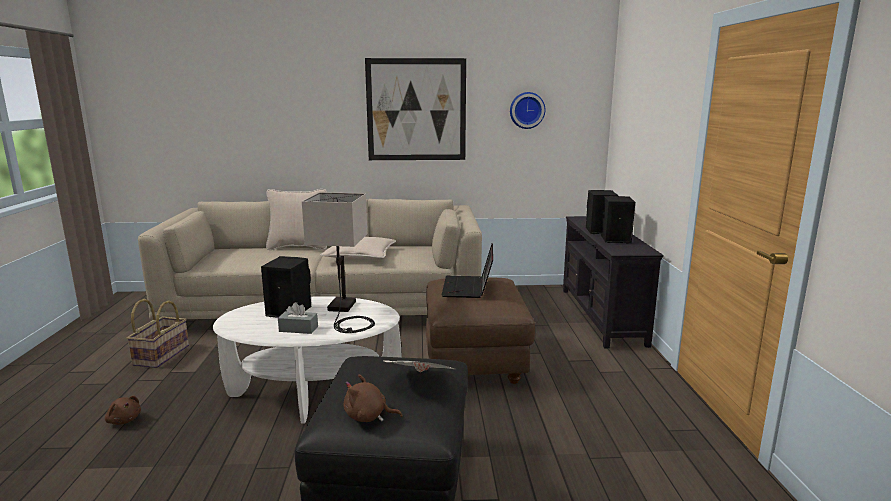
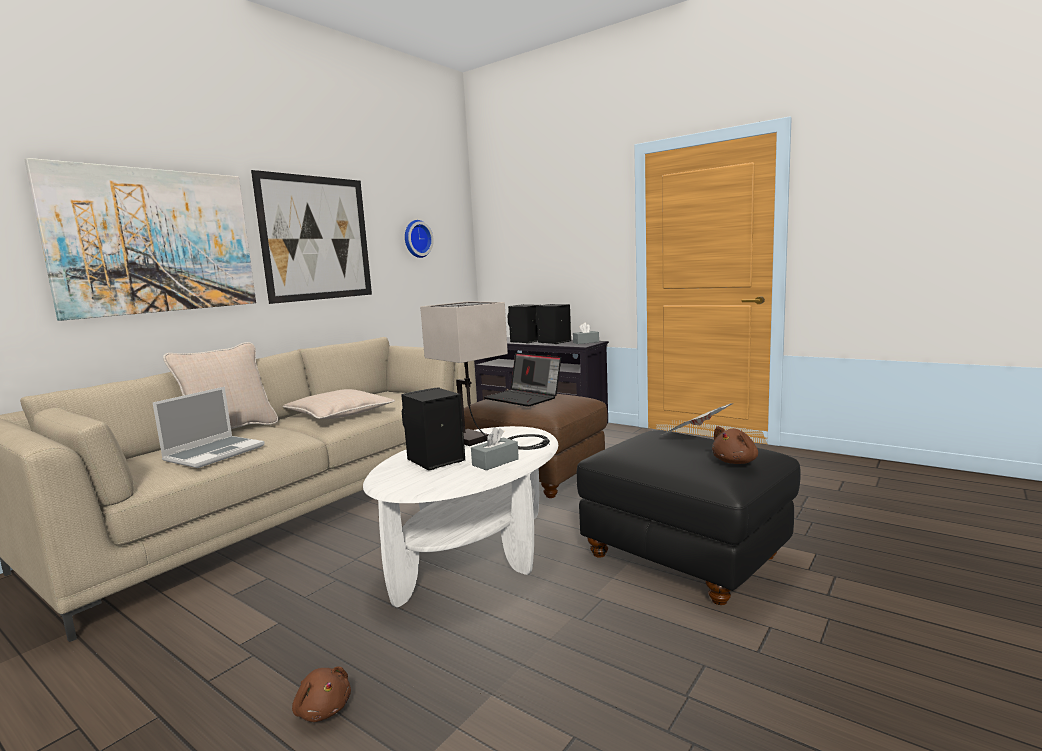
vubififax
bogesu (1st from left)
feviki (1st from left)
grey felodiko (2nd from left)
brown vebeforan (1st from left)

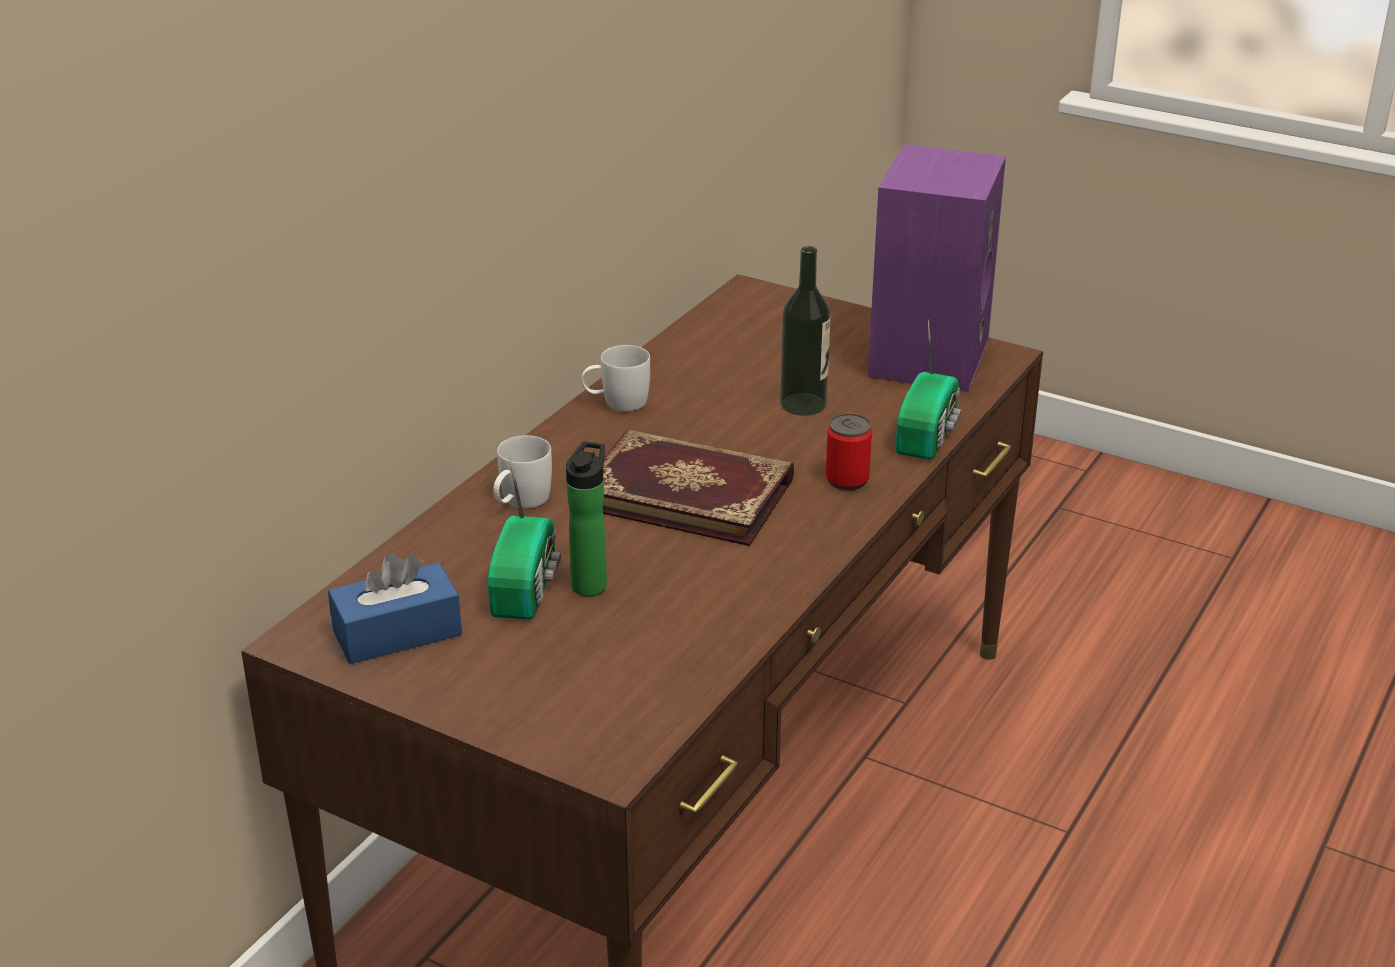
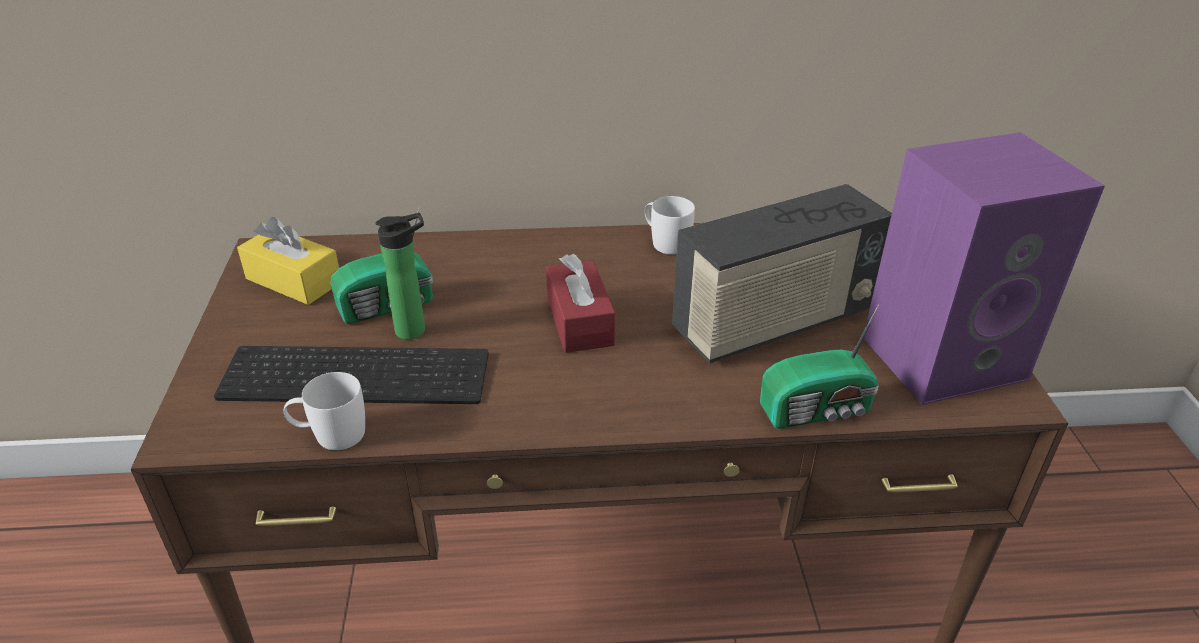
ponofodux
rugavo
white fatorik (1st from left)
red felodiko
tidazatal (2nd from left)
yellow felodiko

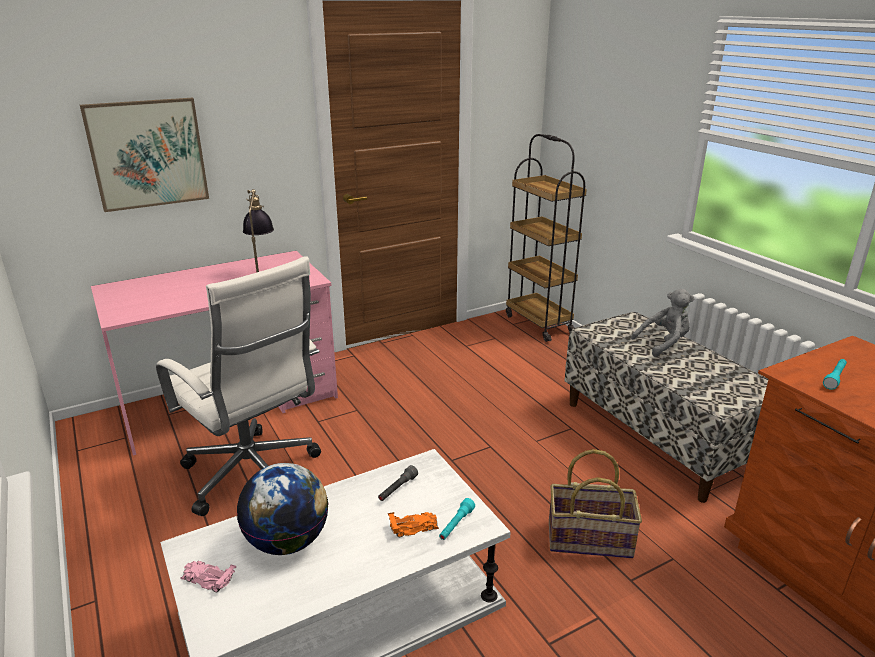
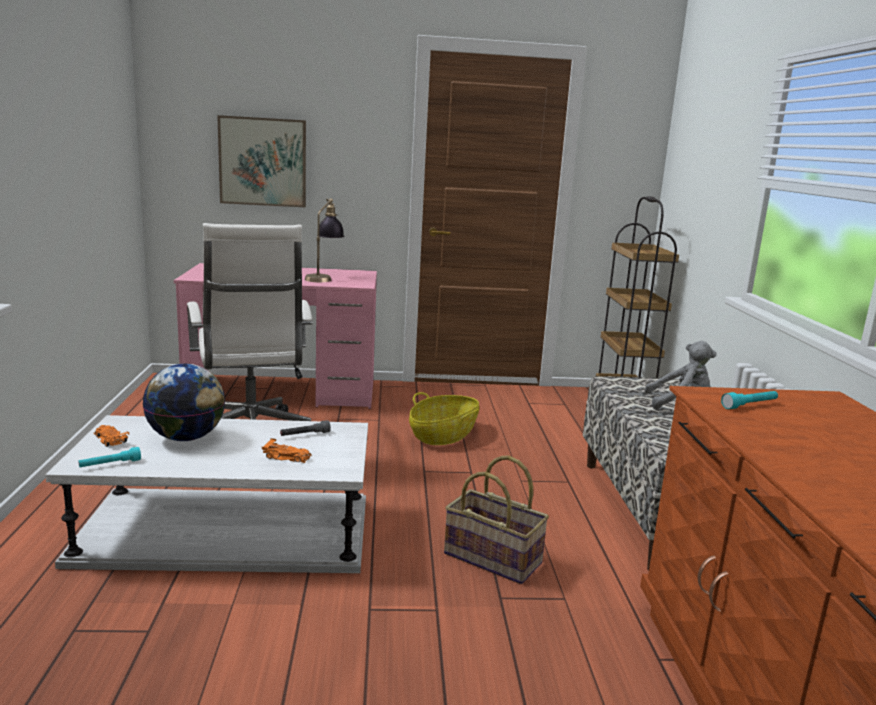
vubififax (1st from left)
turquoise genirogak (1st from left)
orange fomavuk (1st from left)

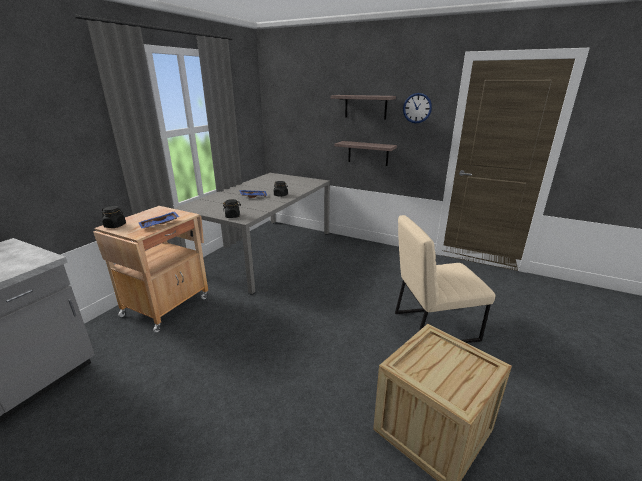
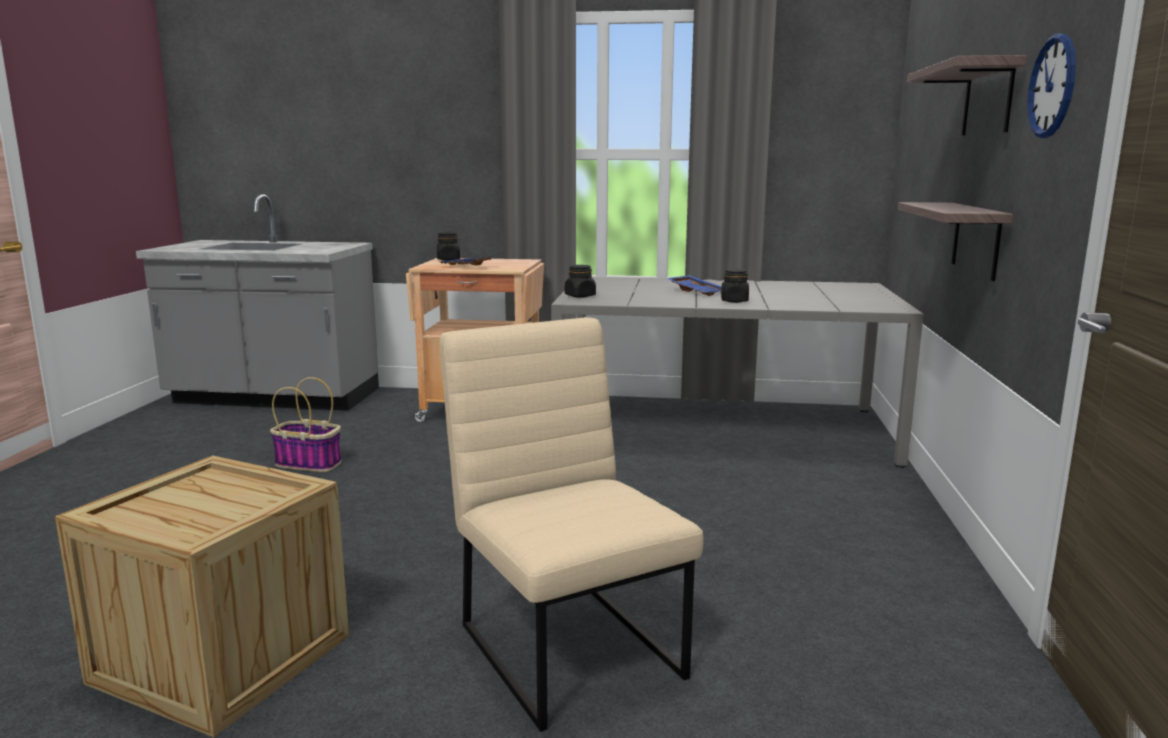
vubififax

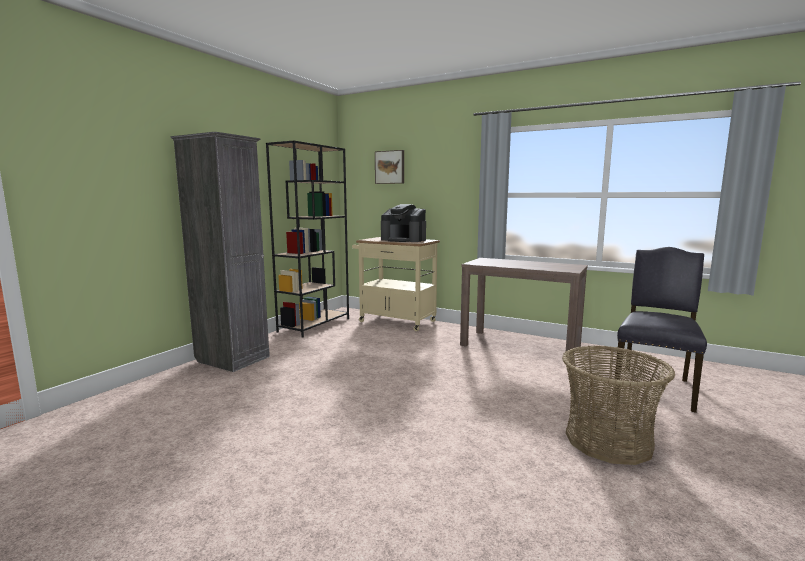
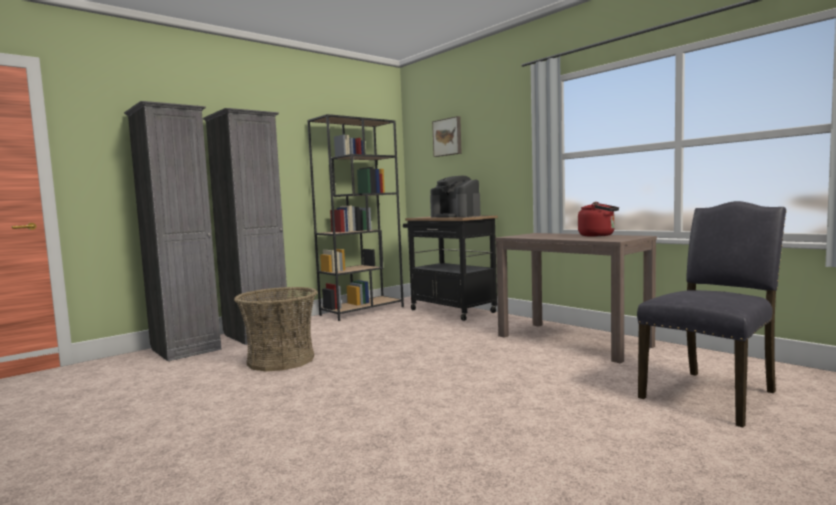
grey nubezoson (1st from left)
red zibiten
vubififax
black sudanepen

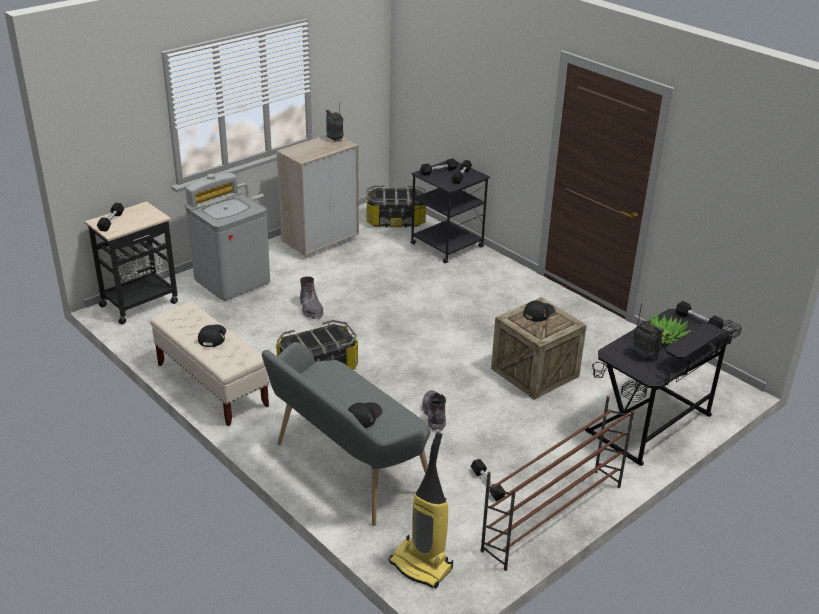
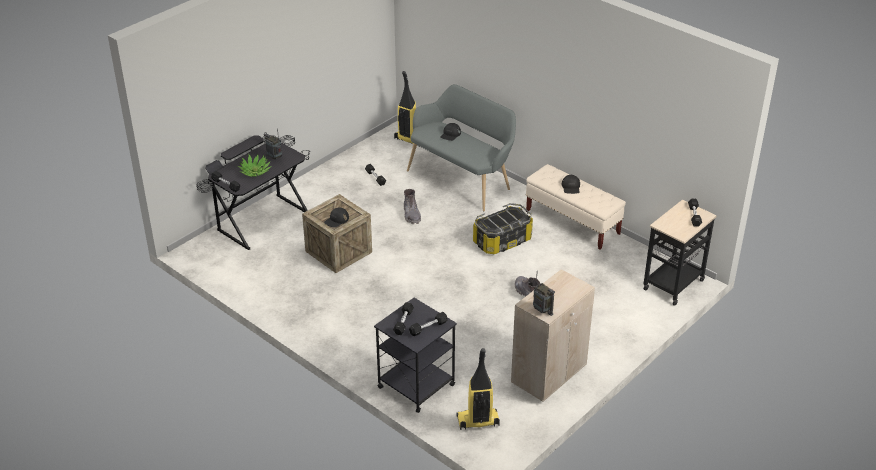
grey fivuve
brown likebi
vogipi (2nd from left)

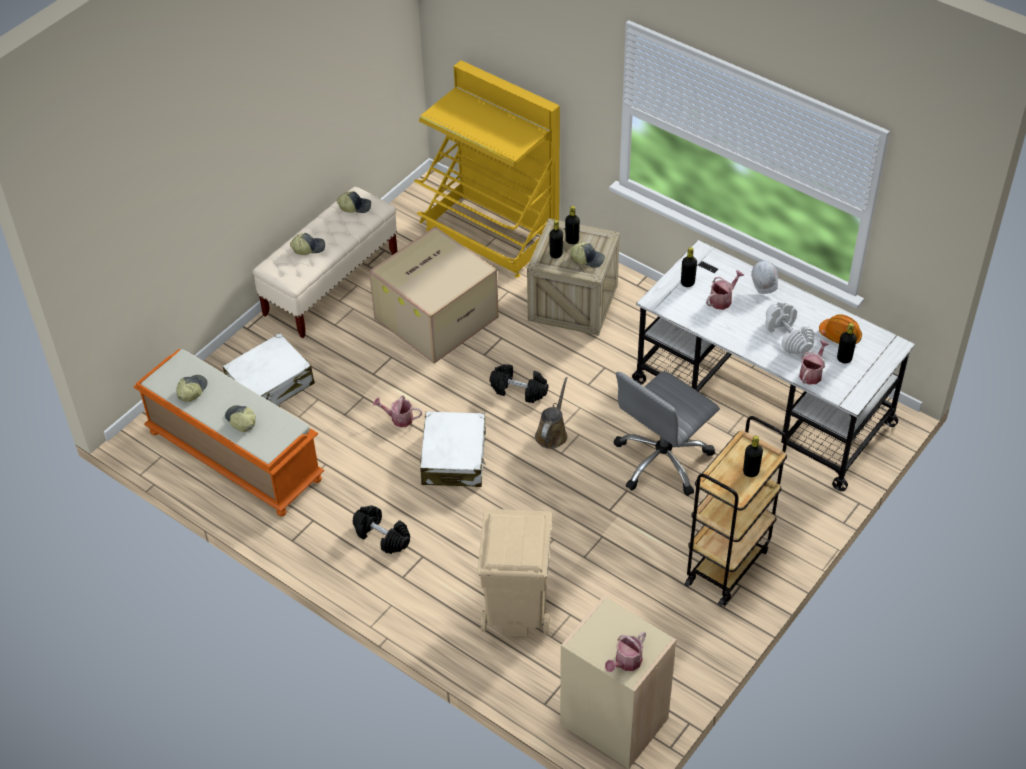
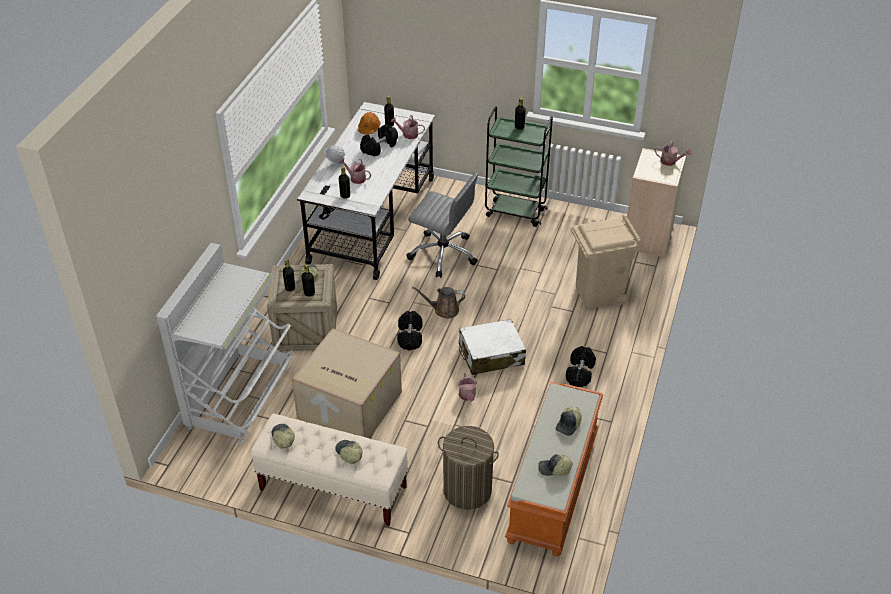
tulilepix
white likebi
green sudanepen
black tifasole (1st from left)

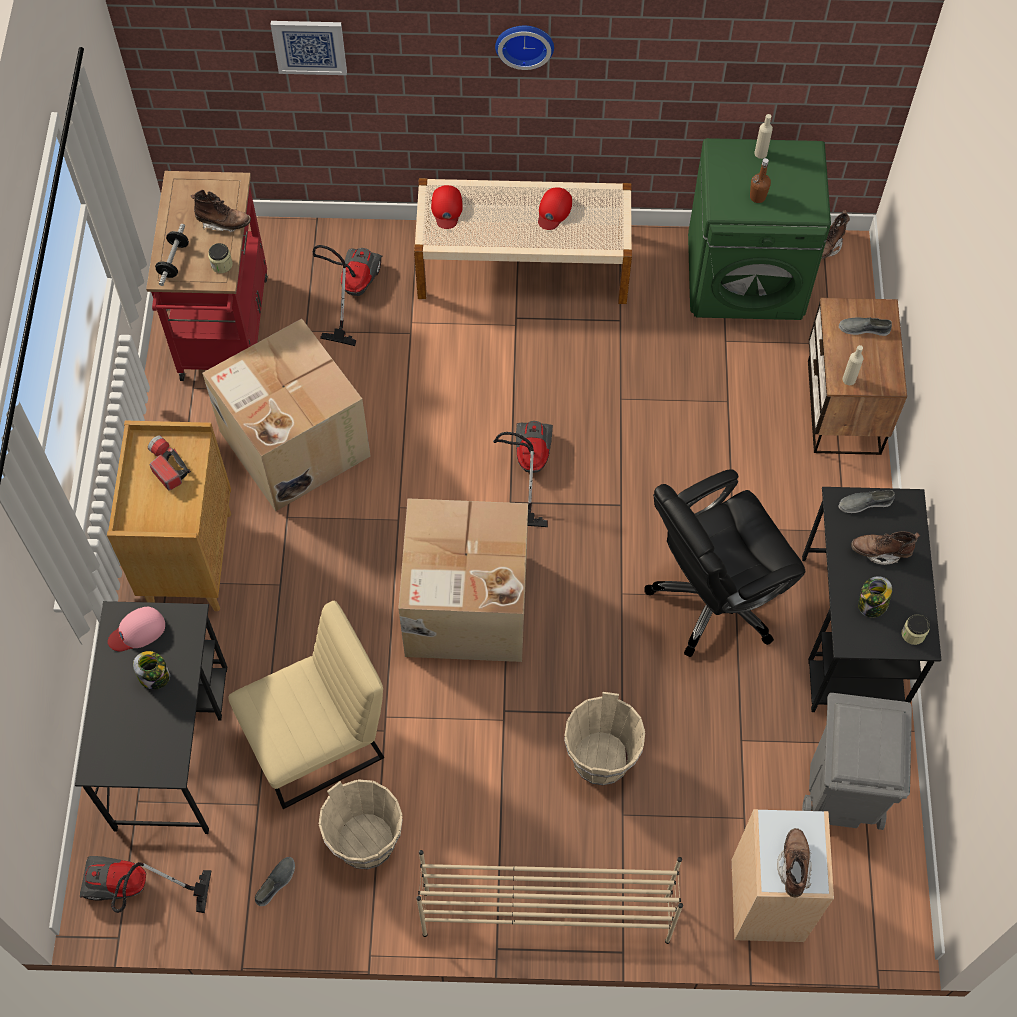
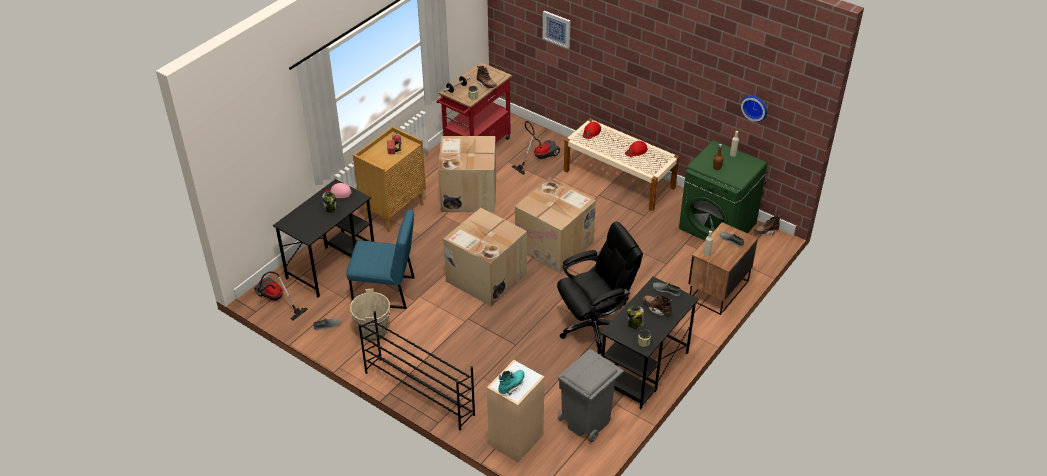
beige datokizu (2nd from left in the first image)
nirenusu
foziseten (3rd from left)
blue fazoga
black likebi
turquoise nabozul
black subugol

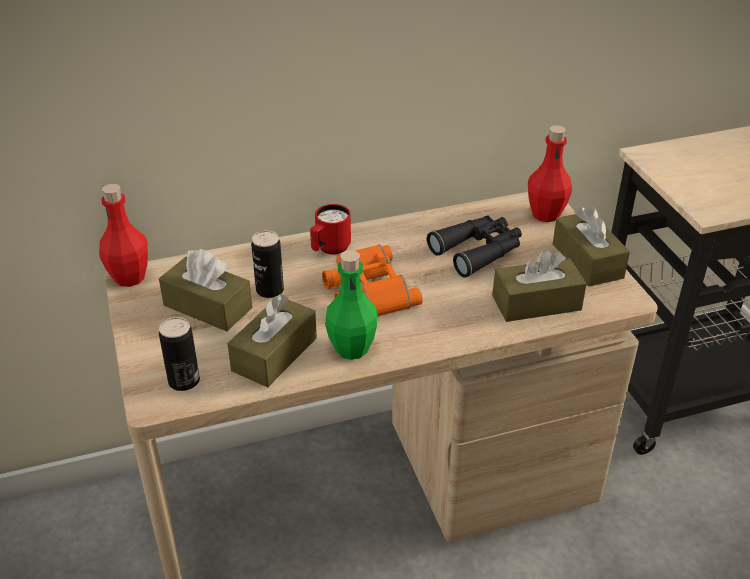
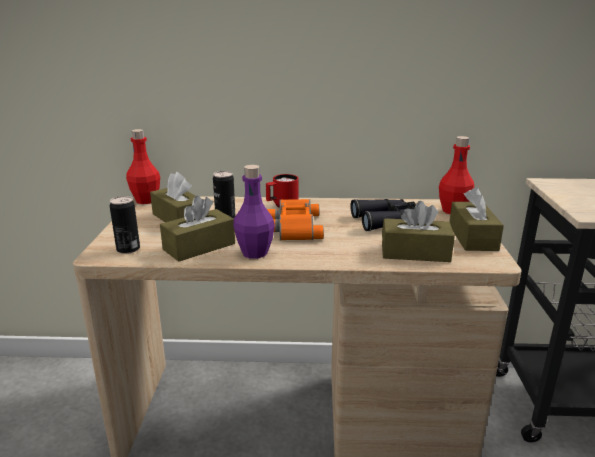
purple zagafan

